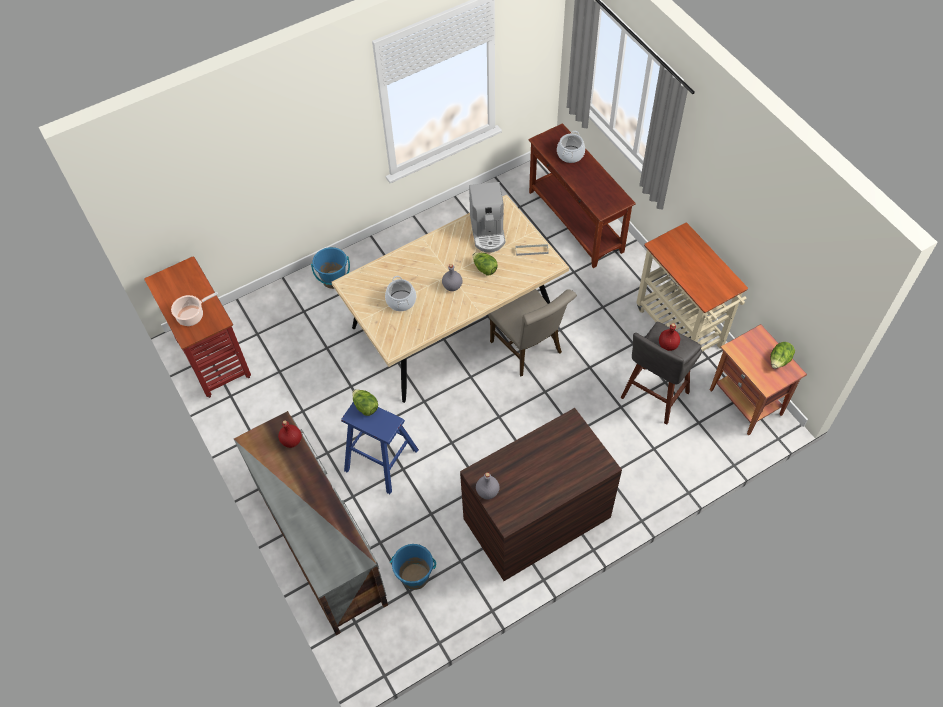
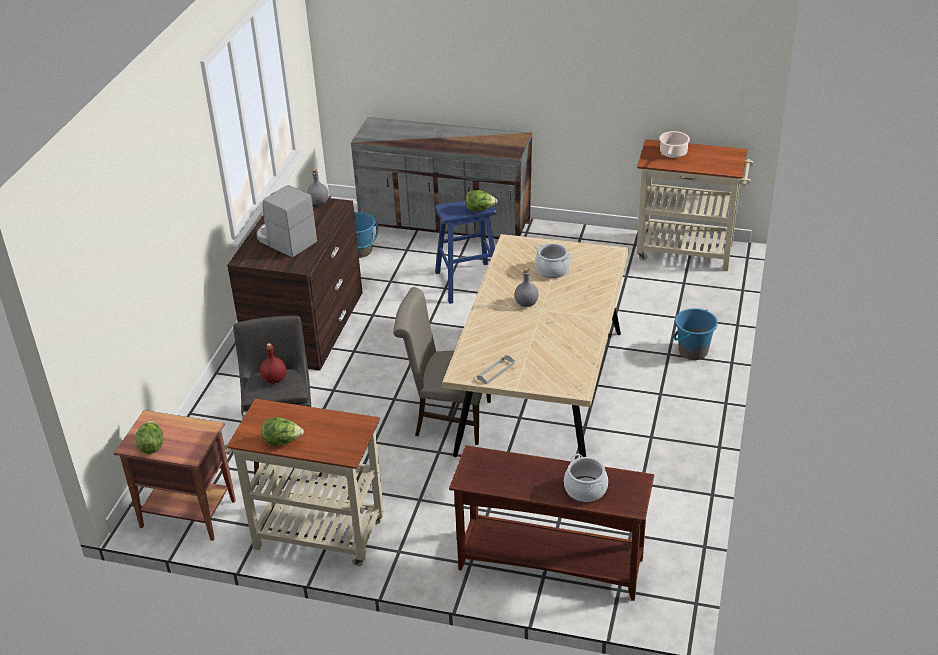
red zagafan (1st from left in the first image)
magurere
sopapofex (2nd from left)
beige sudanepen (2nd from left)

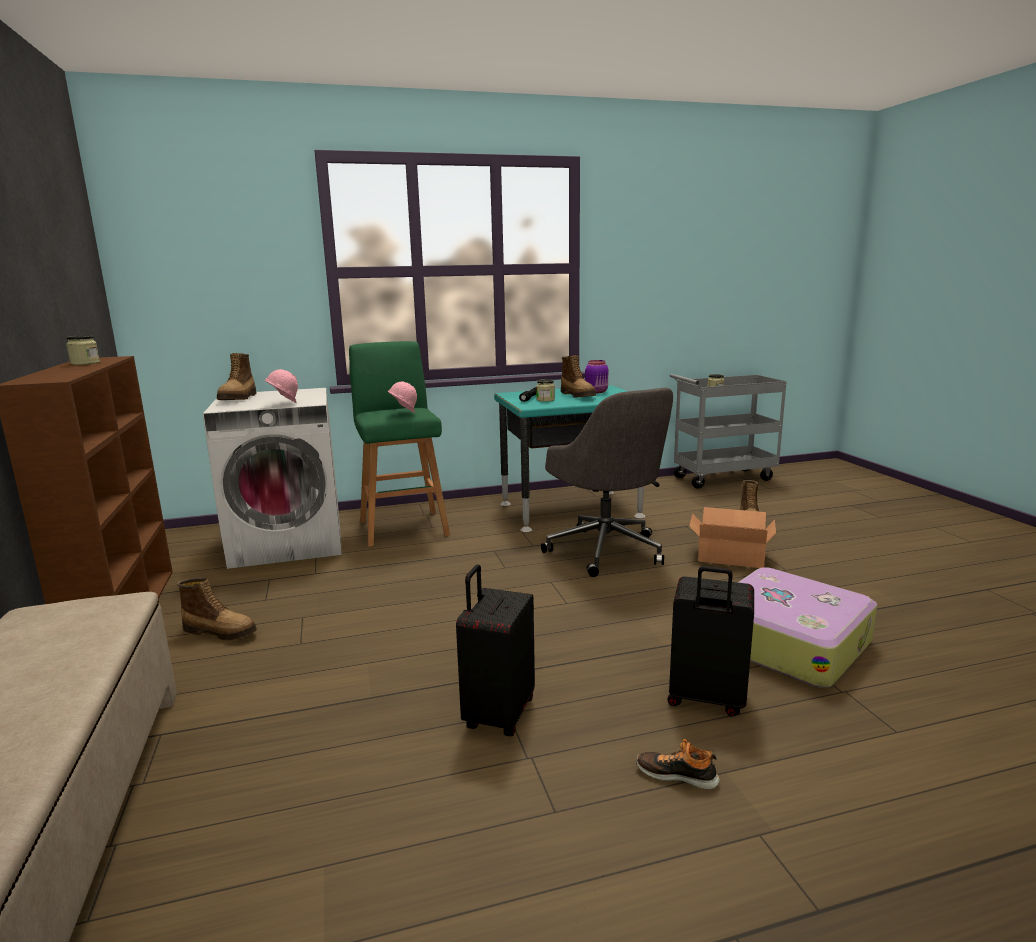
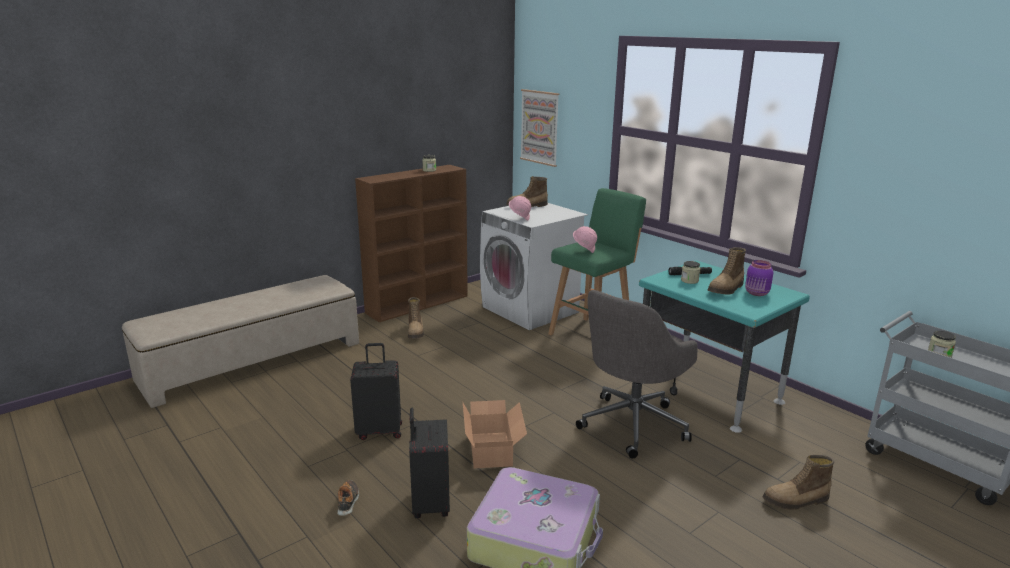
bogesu
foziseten

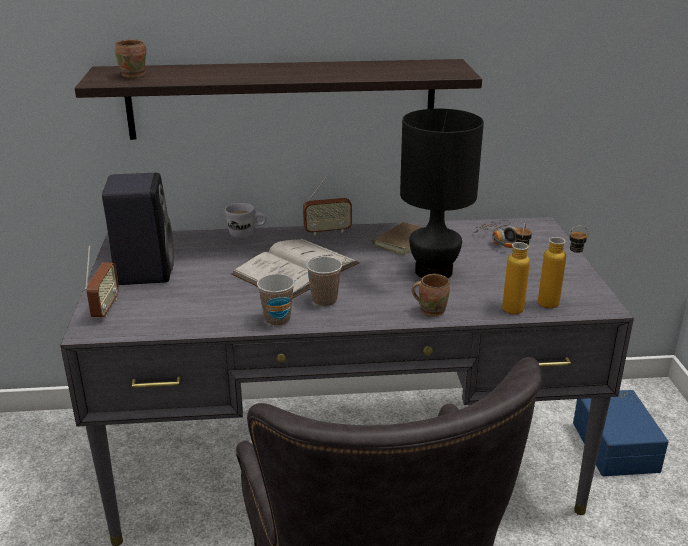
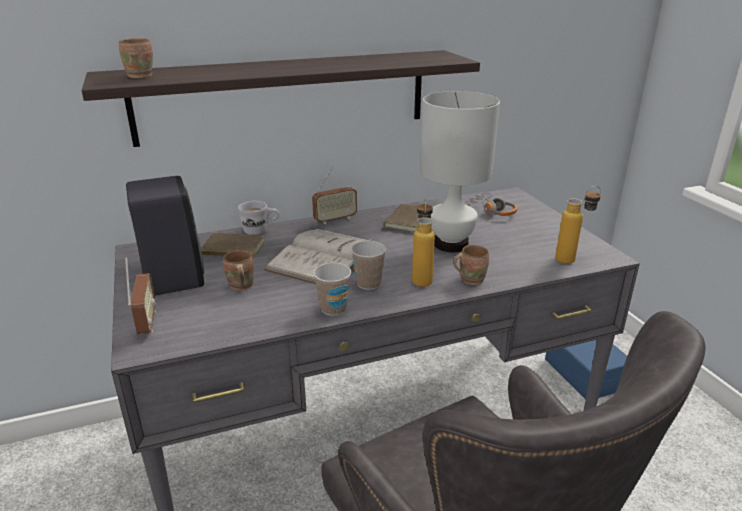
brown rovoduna (1st from left)
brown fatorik (2nd from left)
zagafan (1st from left)
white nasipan

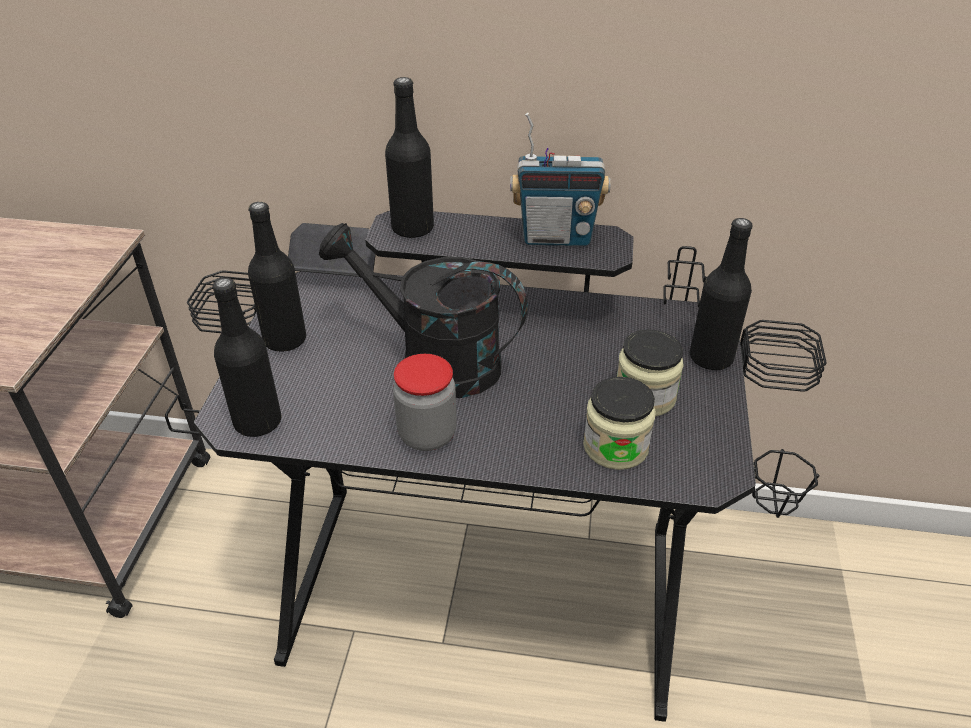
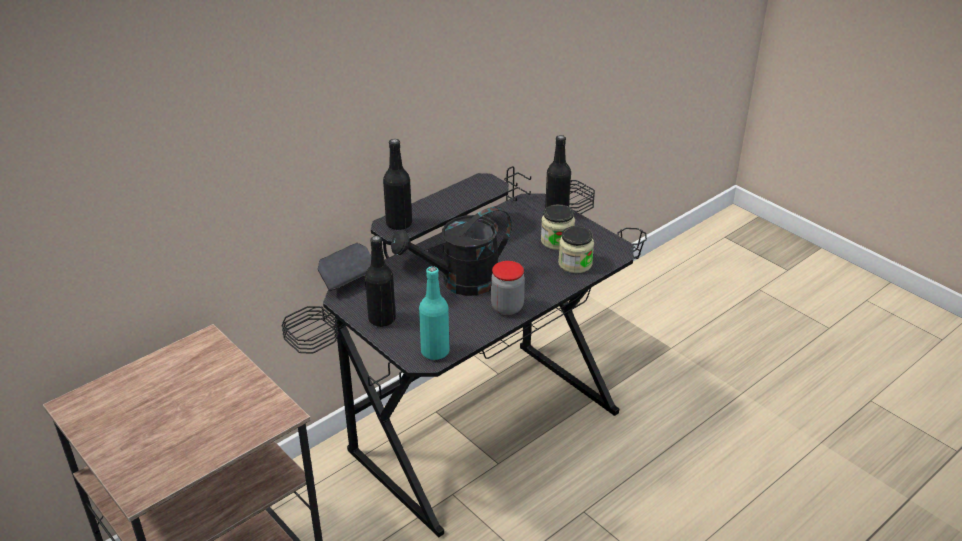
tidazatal
turquoise zagafan

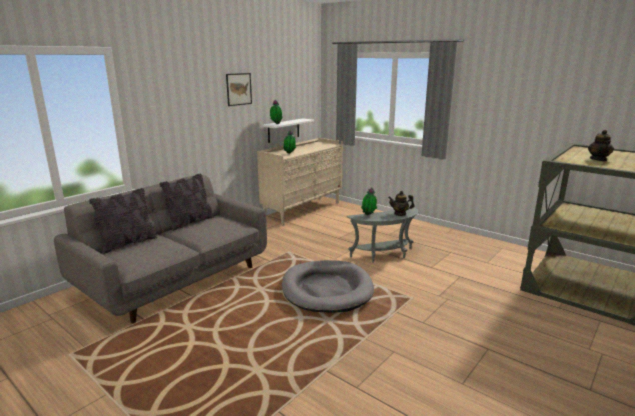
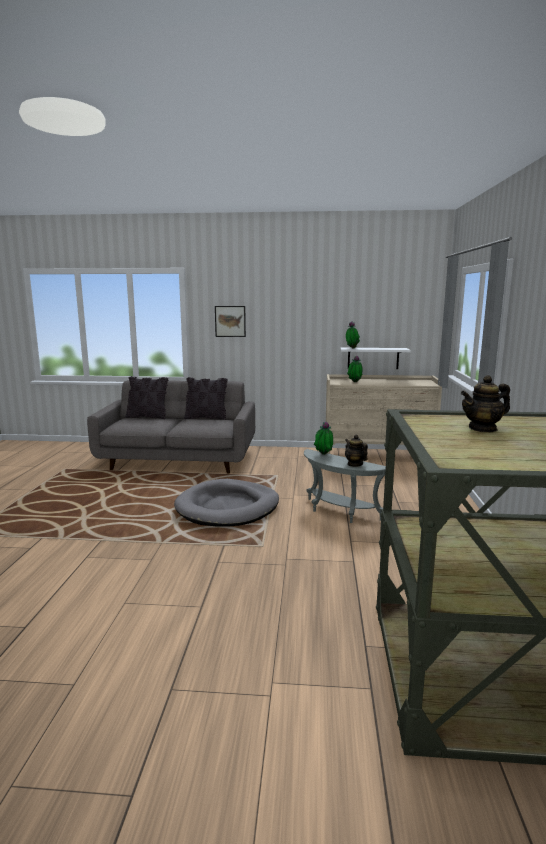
bogesu

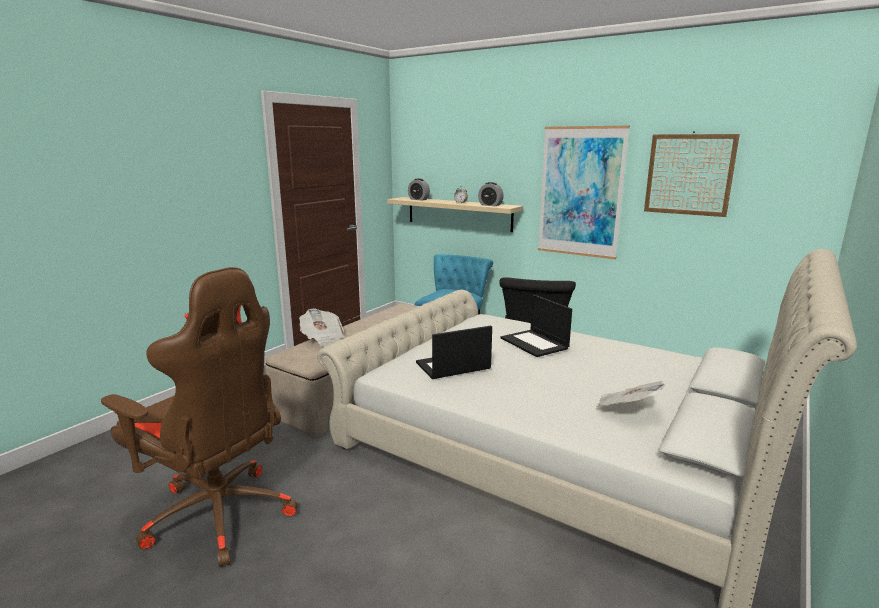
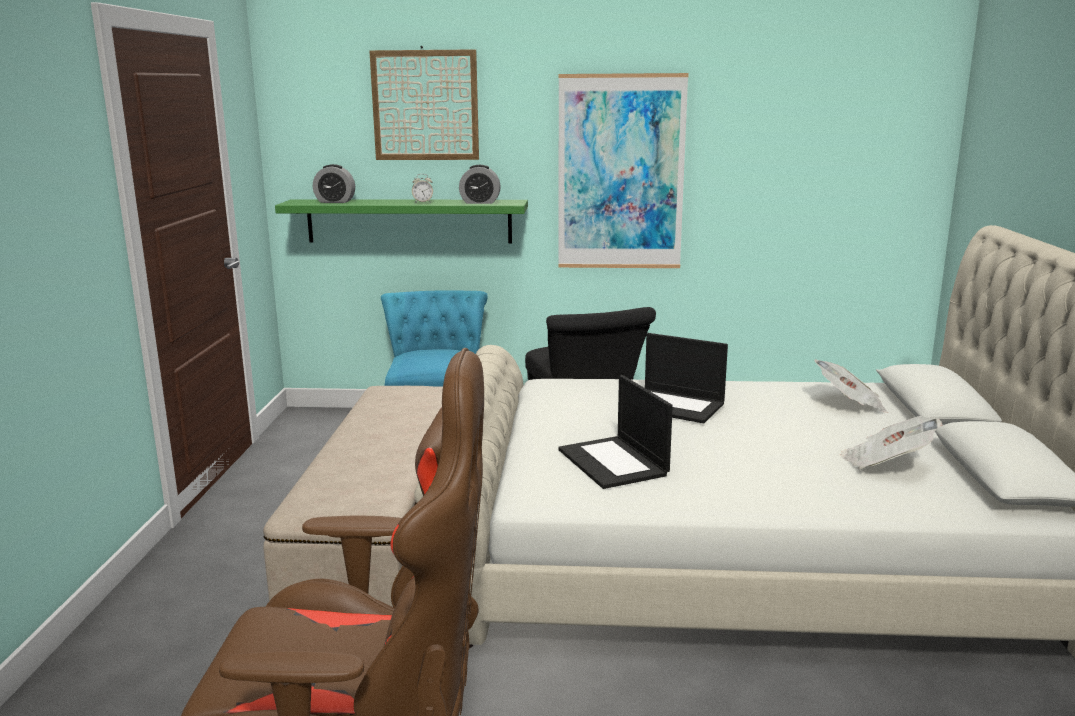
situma (1st from left)
bogesu (1st from left)
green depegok
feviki (1st from left)

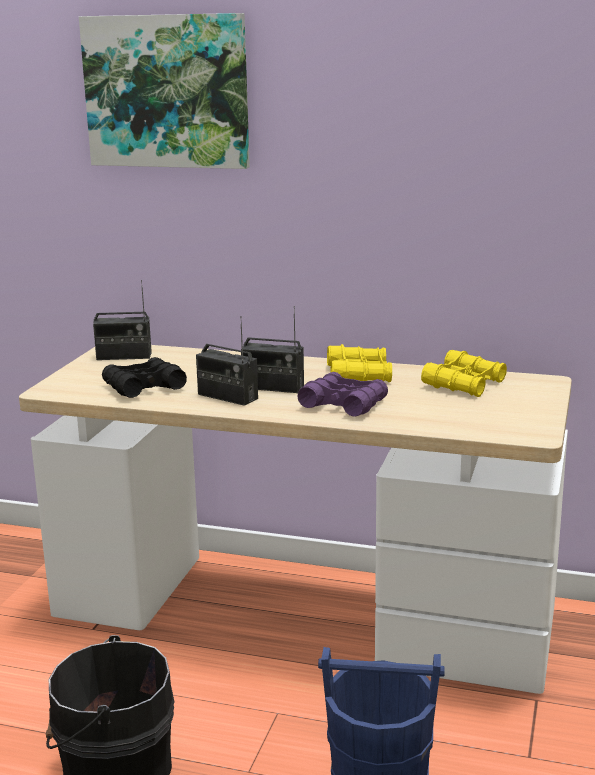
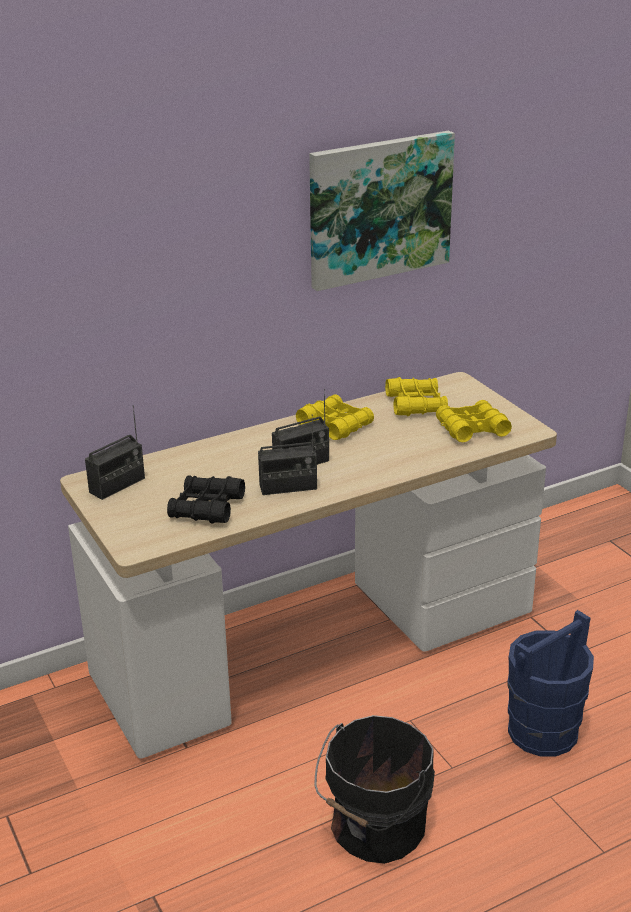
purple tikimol
yellow tikimol (3rd from left)
bogesu

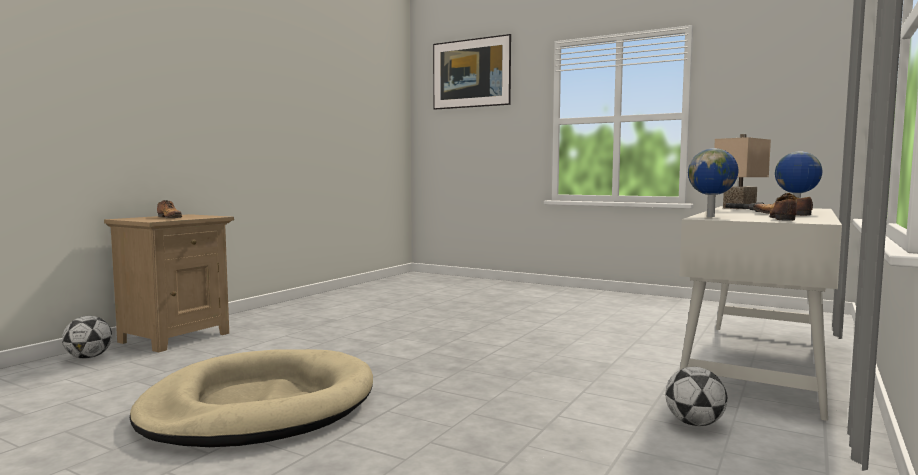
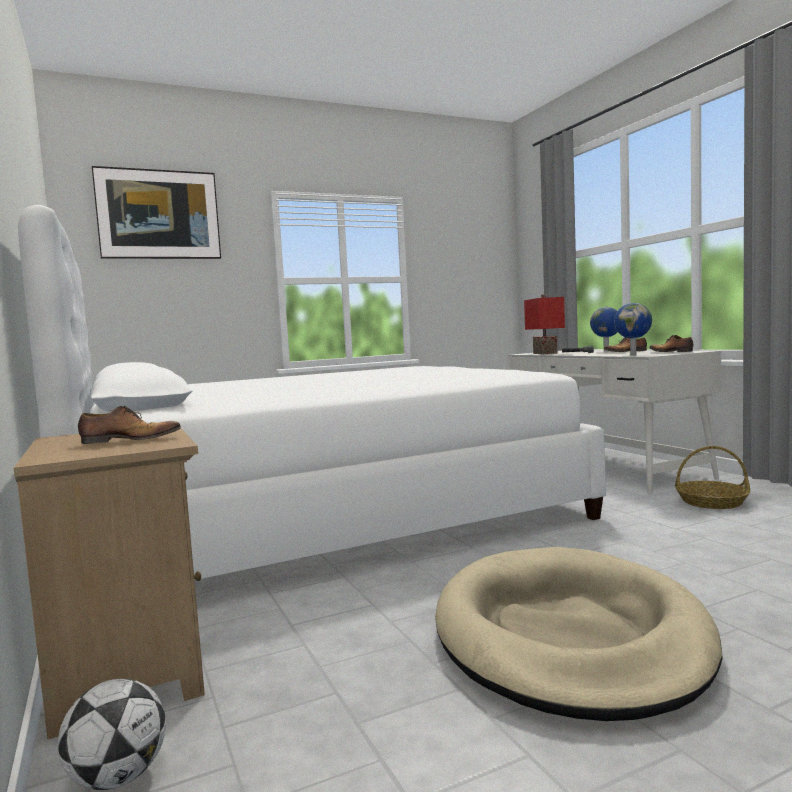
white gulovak
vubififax
red nasipan

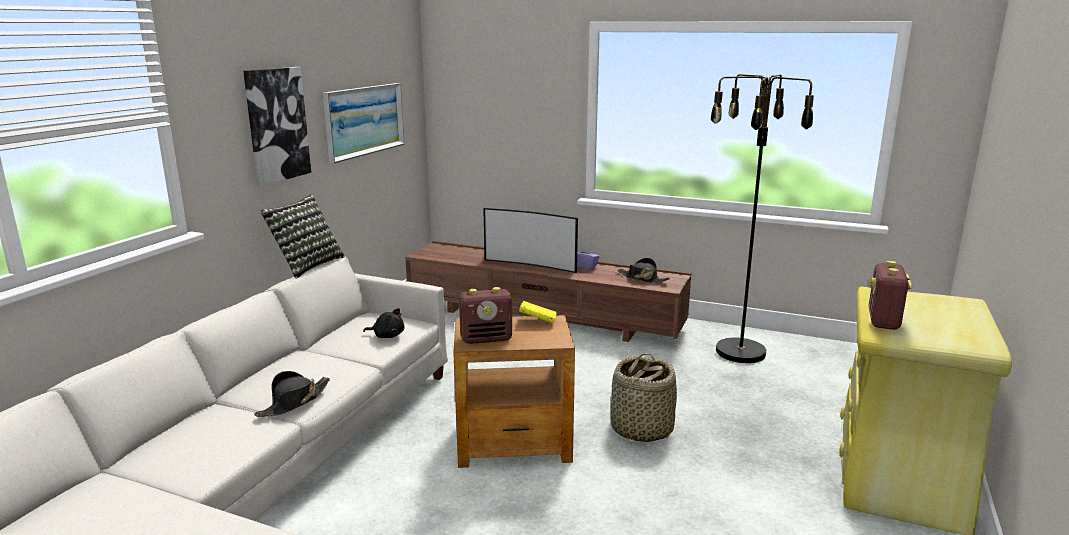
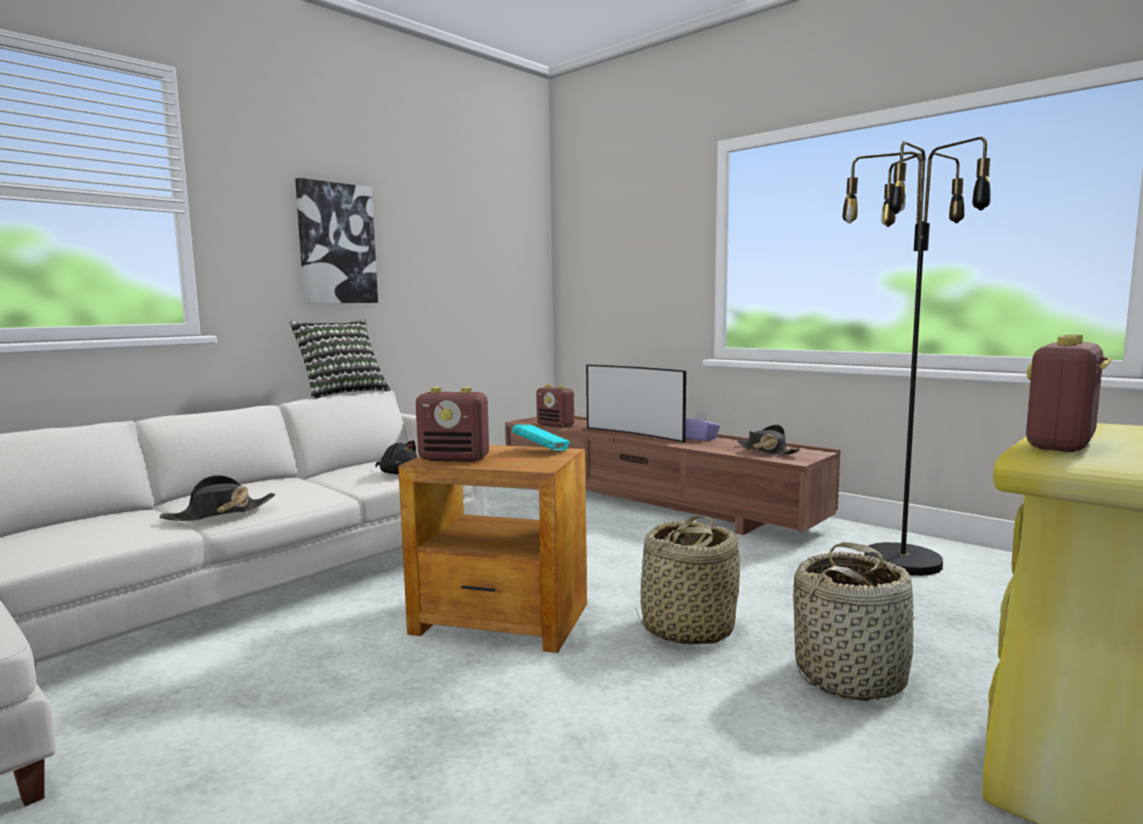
bogesu (2nd from left in the first image)
tidazatal (2nd from left)
vubififax (2nd from left)
turquoise rovoduna

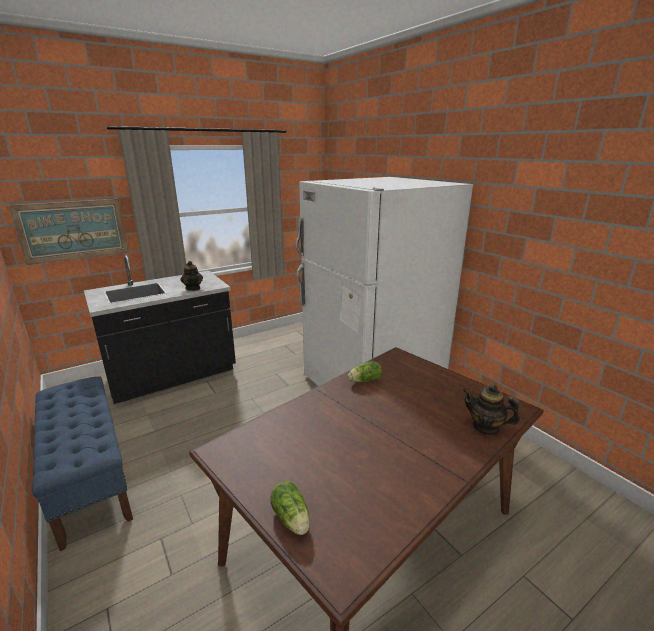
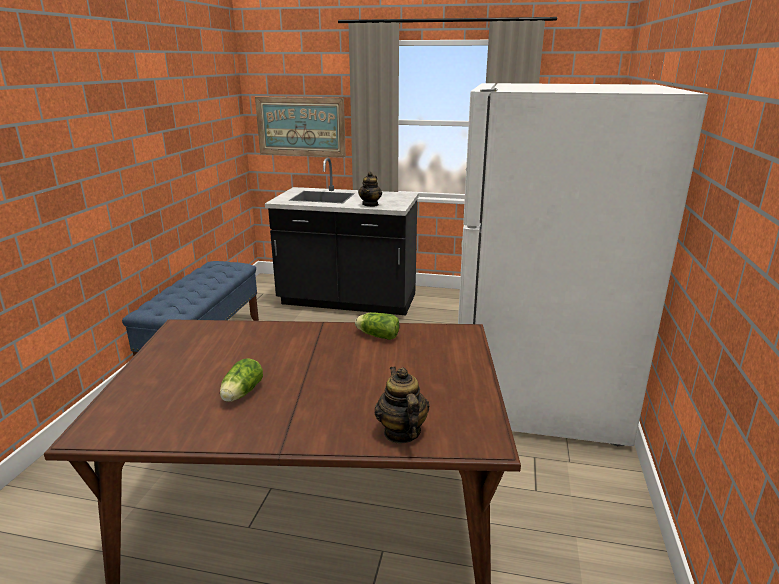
sopapofex (1st from left)

